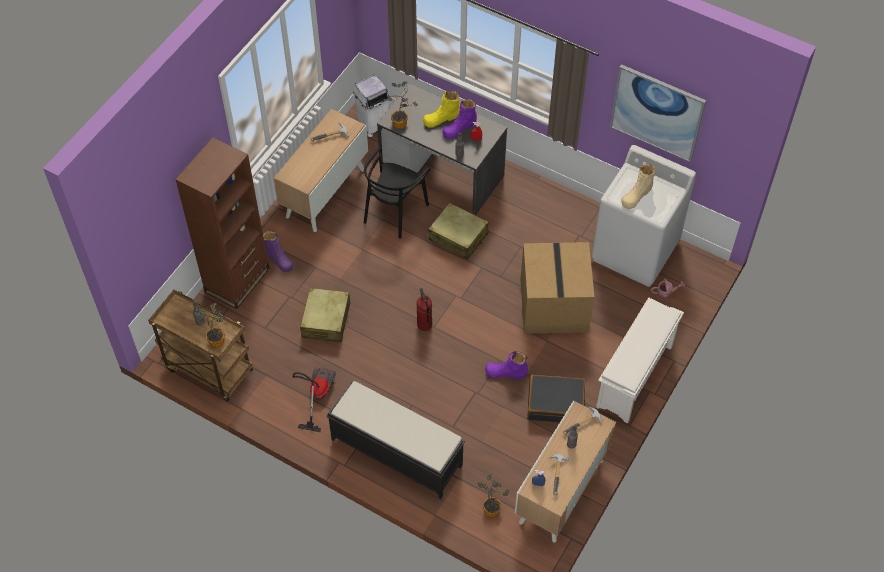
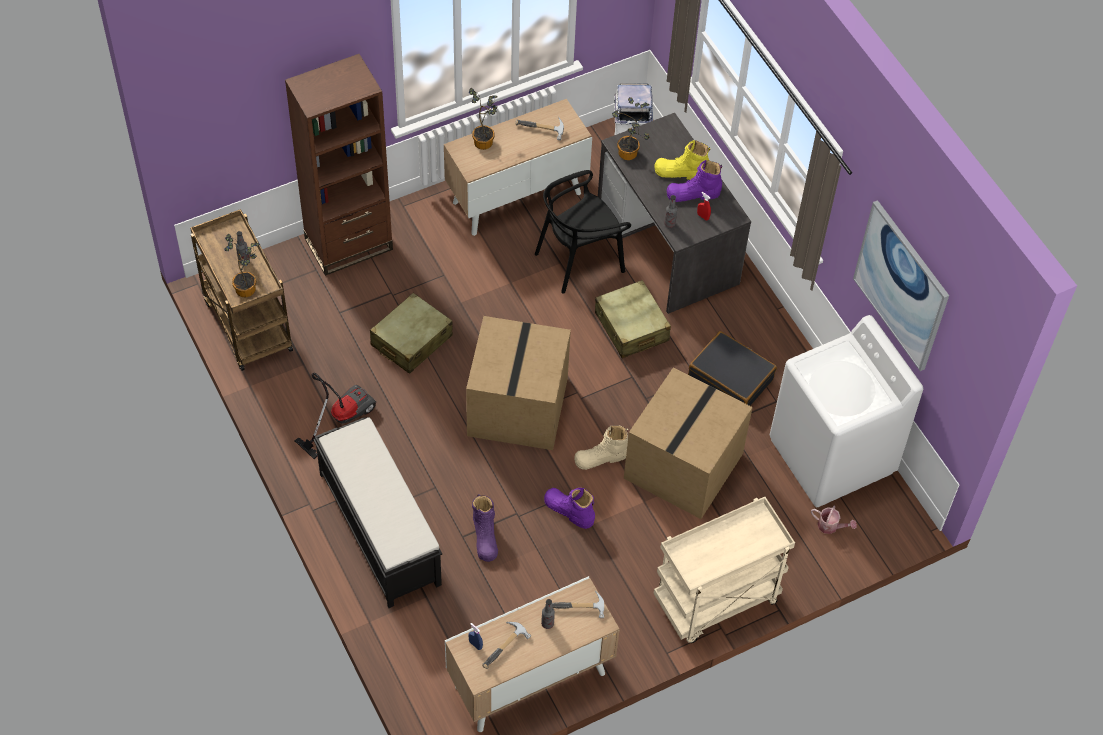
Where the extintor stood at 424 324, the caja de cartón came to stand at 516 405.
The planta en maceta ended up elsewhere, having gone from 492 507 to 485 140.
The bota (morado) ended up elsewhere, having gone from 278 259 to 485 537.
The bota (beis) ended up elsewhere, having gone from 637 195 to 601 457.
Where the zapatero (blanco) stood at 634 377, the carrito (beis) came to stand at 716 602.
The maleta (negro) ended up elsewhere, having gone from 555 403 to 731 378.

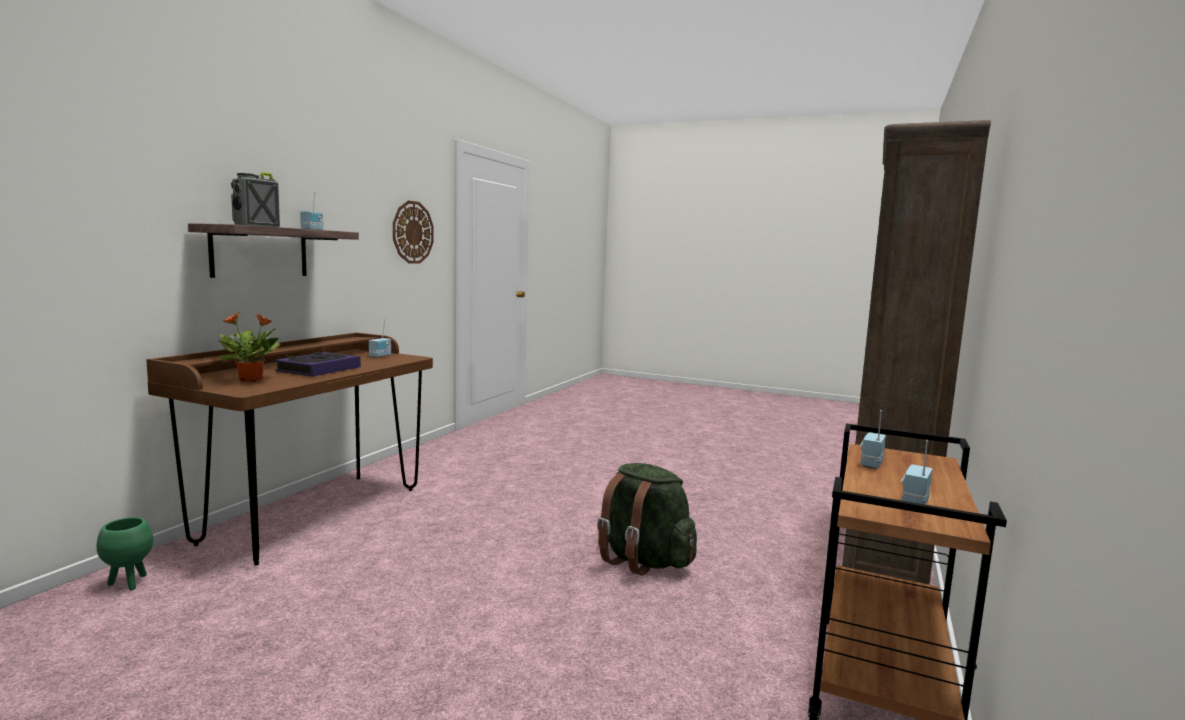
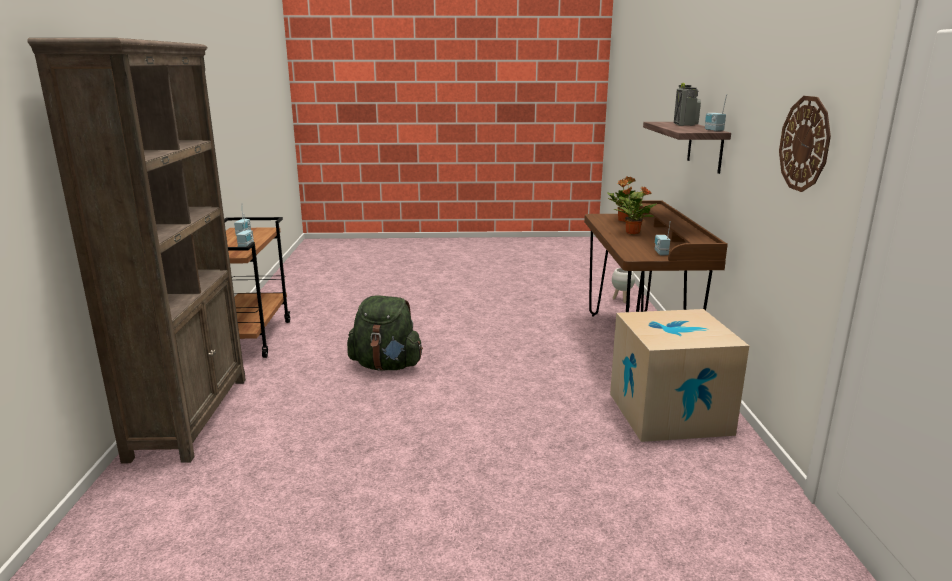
The second view gained the caja de cartón at 669 413.
What was the maceta (verde) at 128 583 turned into the maceta (blanco) at 621 300.
Where the libro stood at 319 369, the planta en maceta came to stand at 632 232.

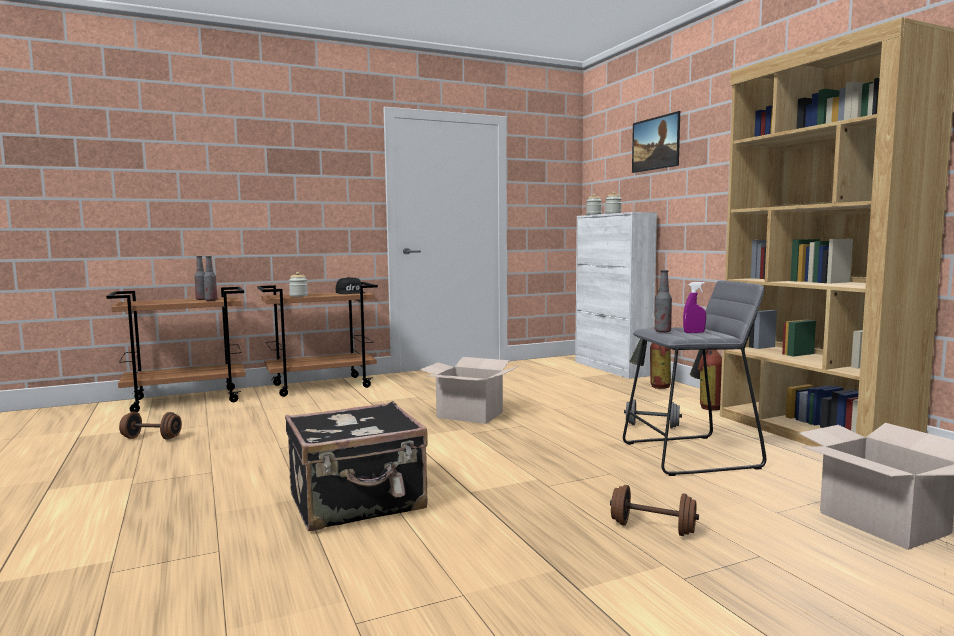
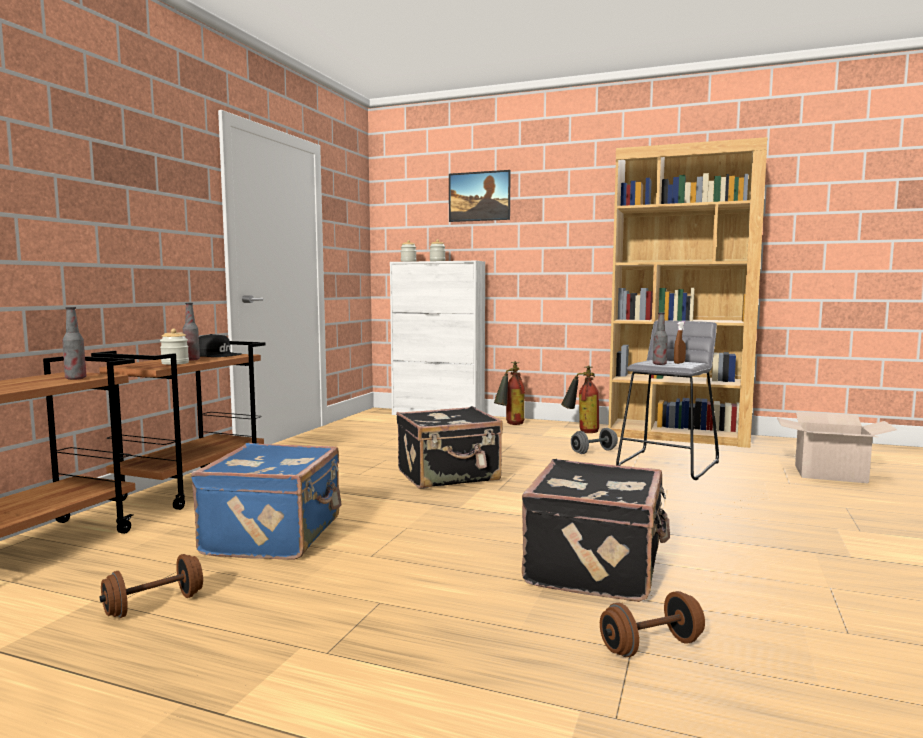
The botella ended up elsewhere, having gone from 202 299 to 192 360.
The second view gained the maleta (azul) at 276 536.
Where the caja de cartón stood at 470 415, the maleta (negro) came to stand at 449 476.
The mancuerna (marrón) ended up elsewhere, having gone from 652 528 to 651 646.
What was the pulverizador (morado) at 694 333 turned into the pulverizador (marrón) at 679 363.

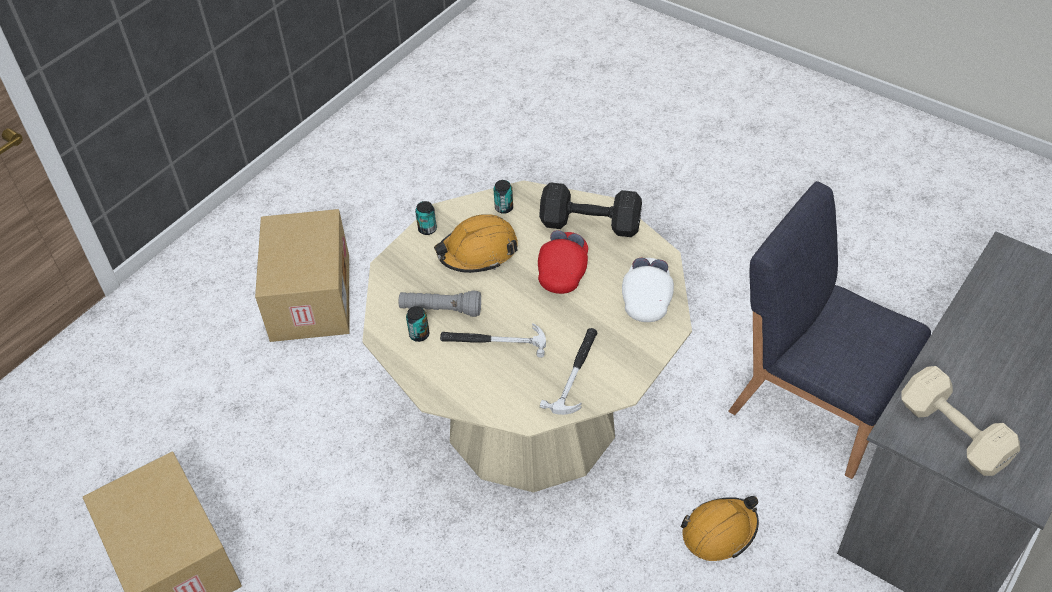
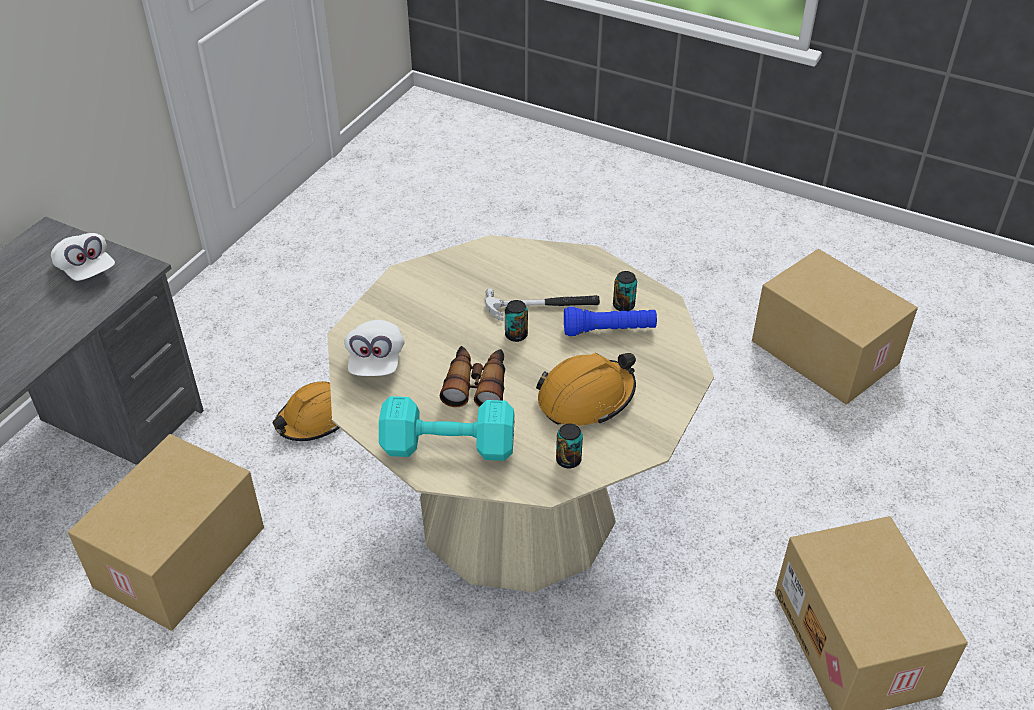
Where the mancuerna (beis) stood at 954 436, the gorra (blanco) came to stand at 86 270.
Where the silla (azul) stood at 814 402, the caja de cartón came to stand at 181 558.
What was the mancuerna (negro) at 592 225 turned into the mancuerna (turquesa) at 445 445.
Where the gorra (rojo) stood at 563 271, the prismáticos came to stand at 476 384.
The lata ended up elsewhere, having gone from 427 229 to 516 335.
What was the linterna (gris) at 440 310 turned into the linterna (azul) at 609 330.
The second view lost the martillo at 576 373.

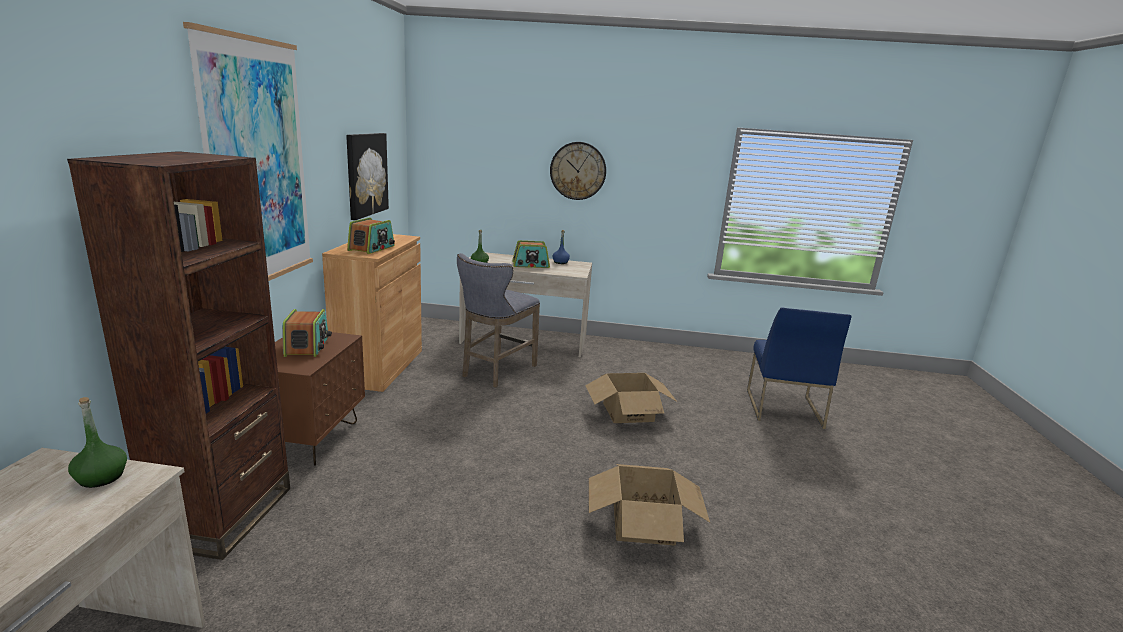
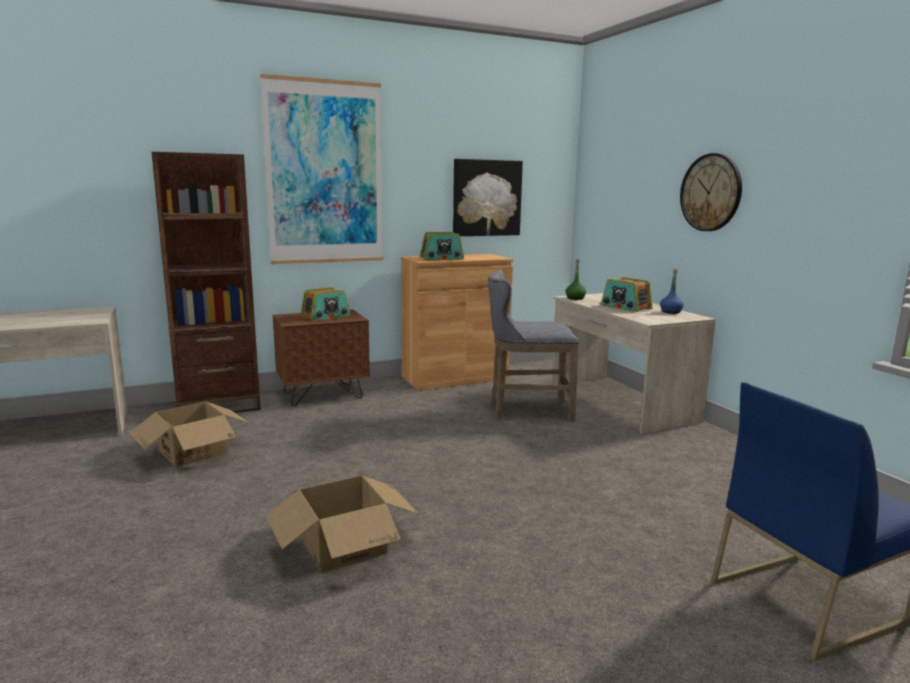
The caja de cartón ended up elsewhere, having gone from 628 412 to 193 451.
The second view lost the botella (verde) at 101 477.

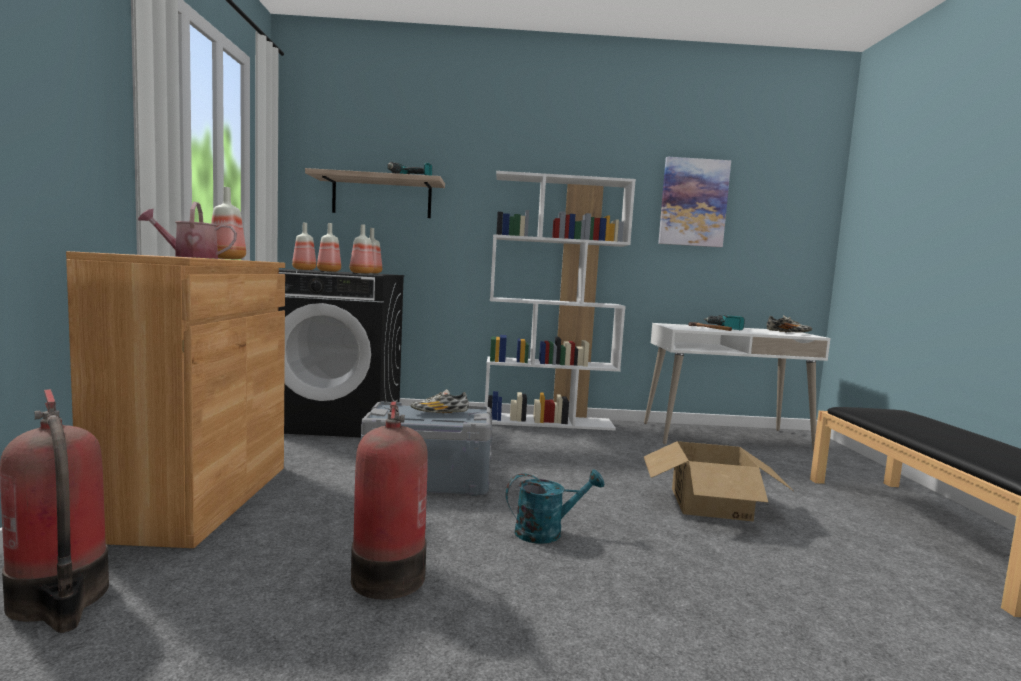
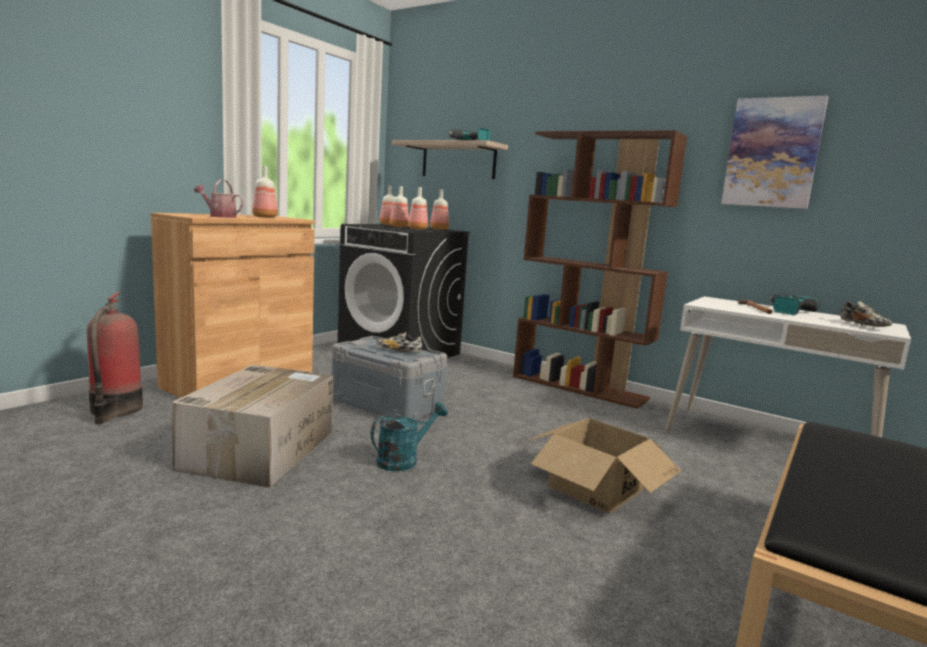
Where the extintor stood at 388 574, the caja de cartón came to stand at 260 449.
The regadera (turquesa) at 547 532 ended up facing another way, 60 degrees counterclockwise from before.
What was the estantería (blanco) at 548 422 turned into the estantería (marrón) at 579 387.

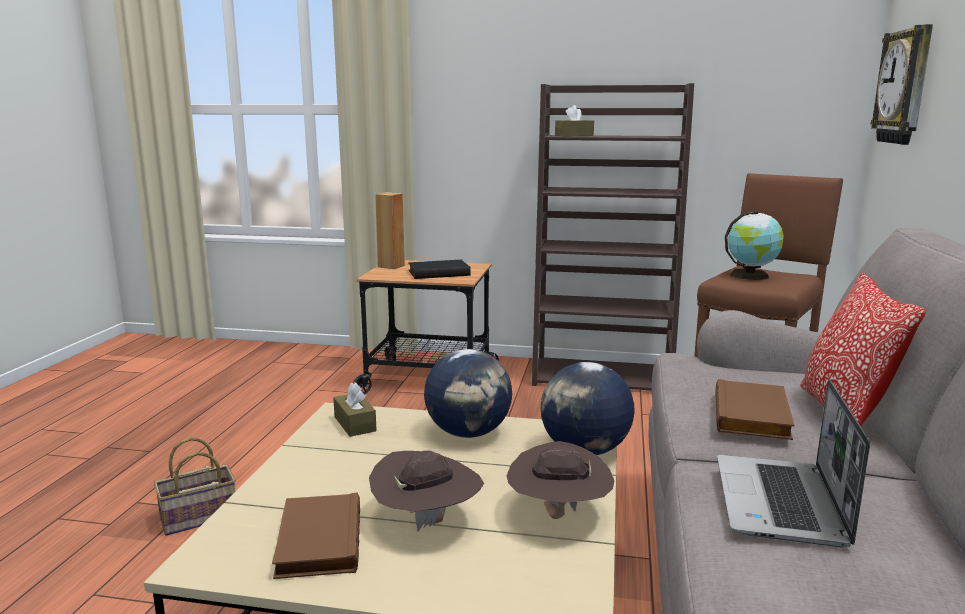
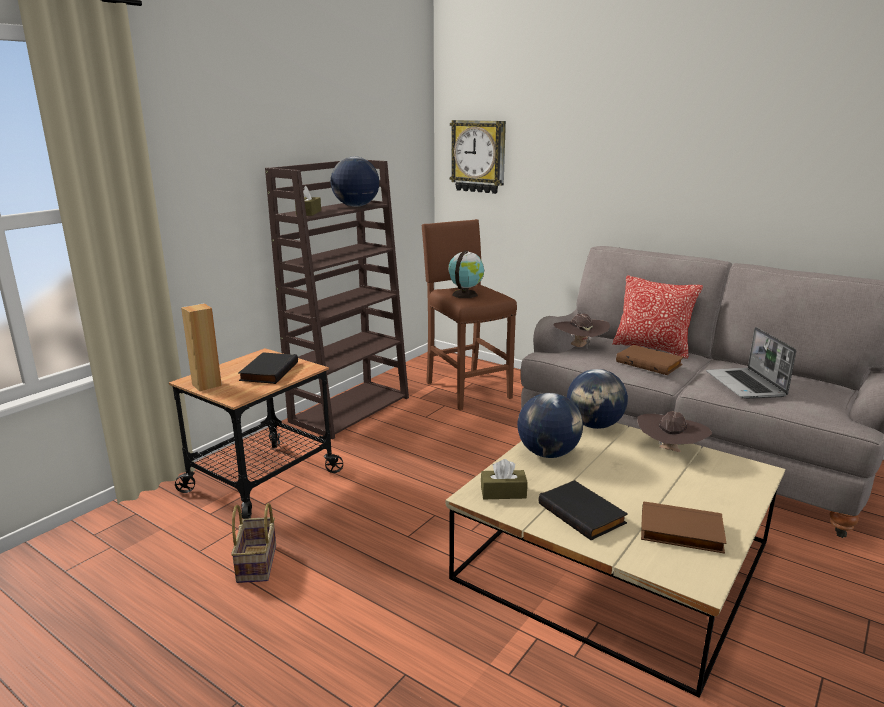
The cesta ended up elsewhere, having gone from 197 519 to 258 564.
The second view gained the globo terráqueo at 355 206.
The second view gained the libro (negro) at 583 513.
The sombrero (marrón) ended up elsewhere, having gone from 427 521 to 579 347.
The portátil at 781 503 ended up facing another way, 45 degrees clockwise from before.

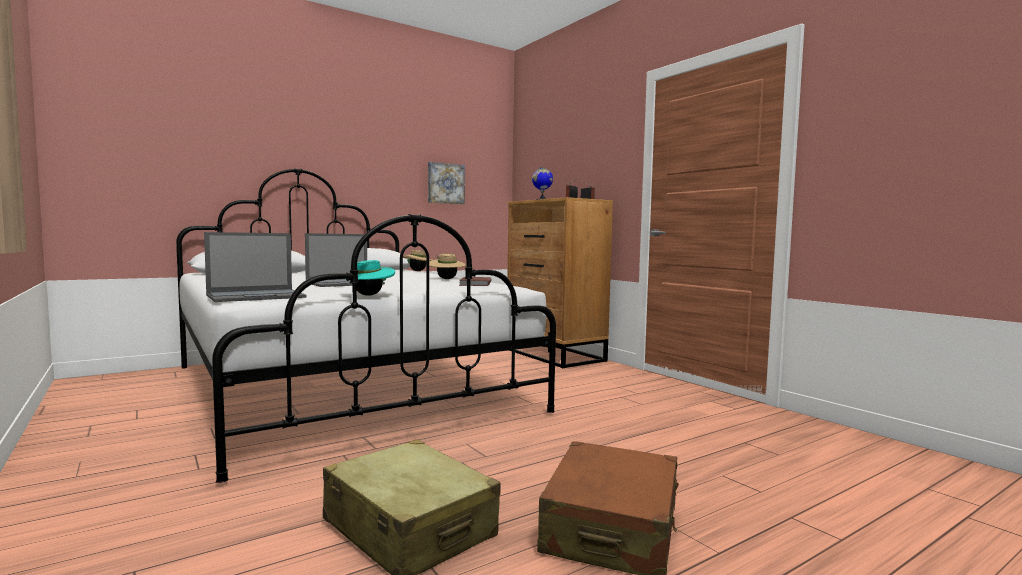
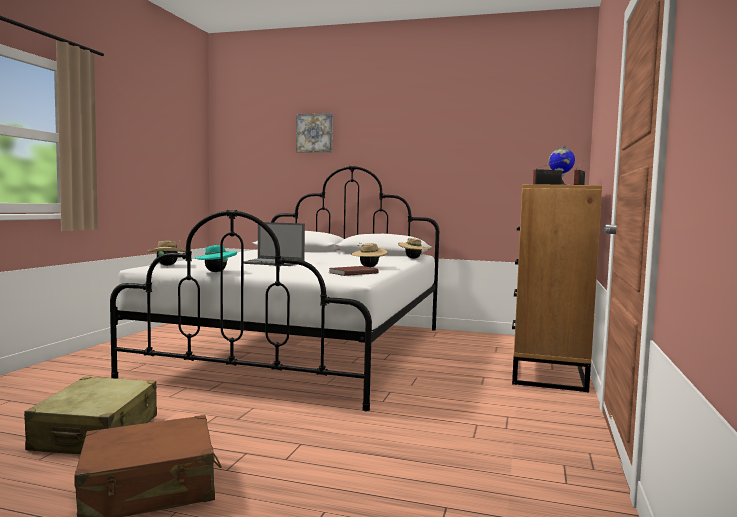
Where the portátil stood at 257 296, the sombrero (beis) came to stand at 168 265.
The cuadro ended up elsewhere, having gone from 445 183 to 315 133.

